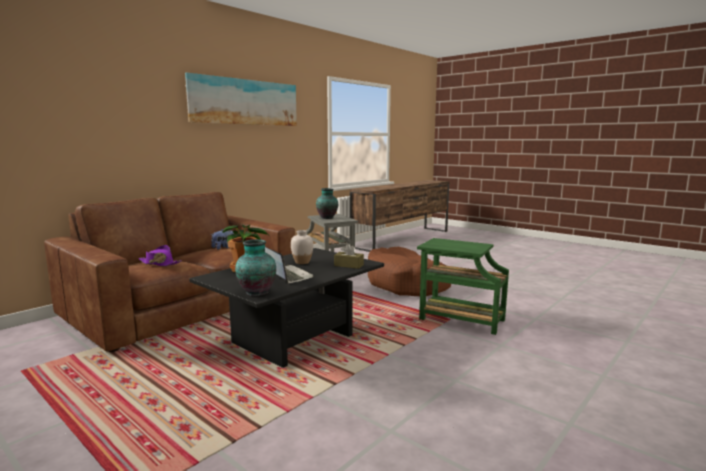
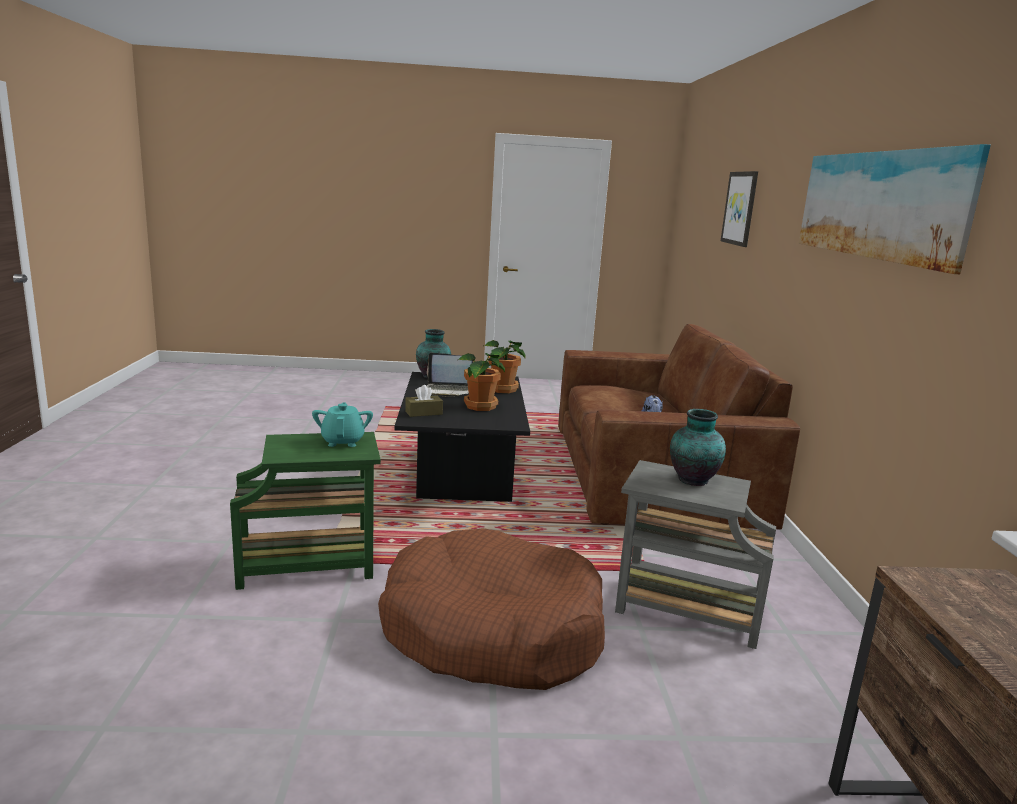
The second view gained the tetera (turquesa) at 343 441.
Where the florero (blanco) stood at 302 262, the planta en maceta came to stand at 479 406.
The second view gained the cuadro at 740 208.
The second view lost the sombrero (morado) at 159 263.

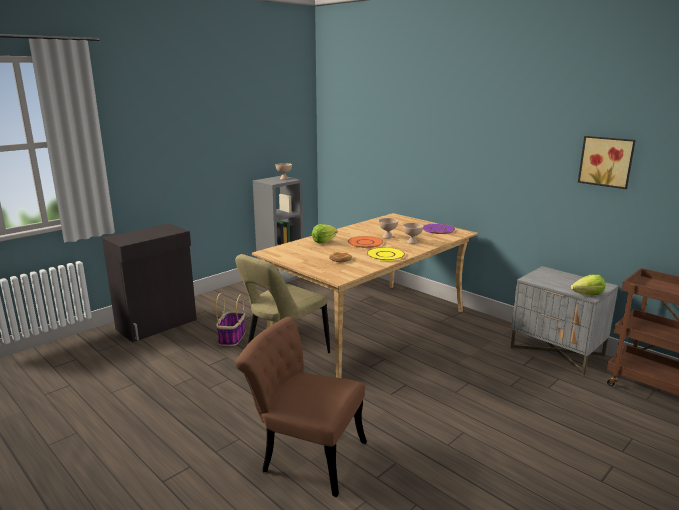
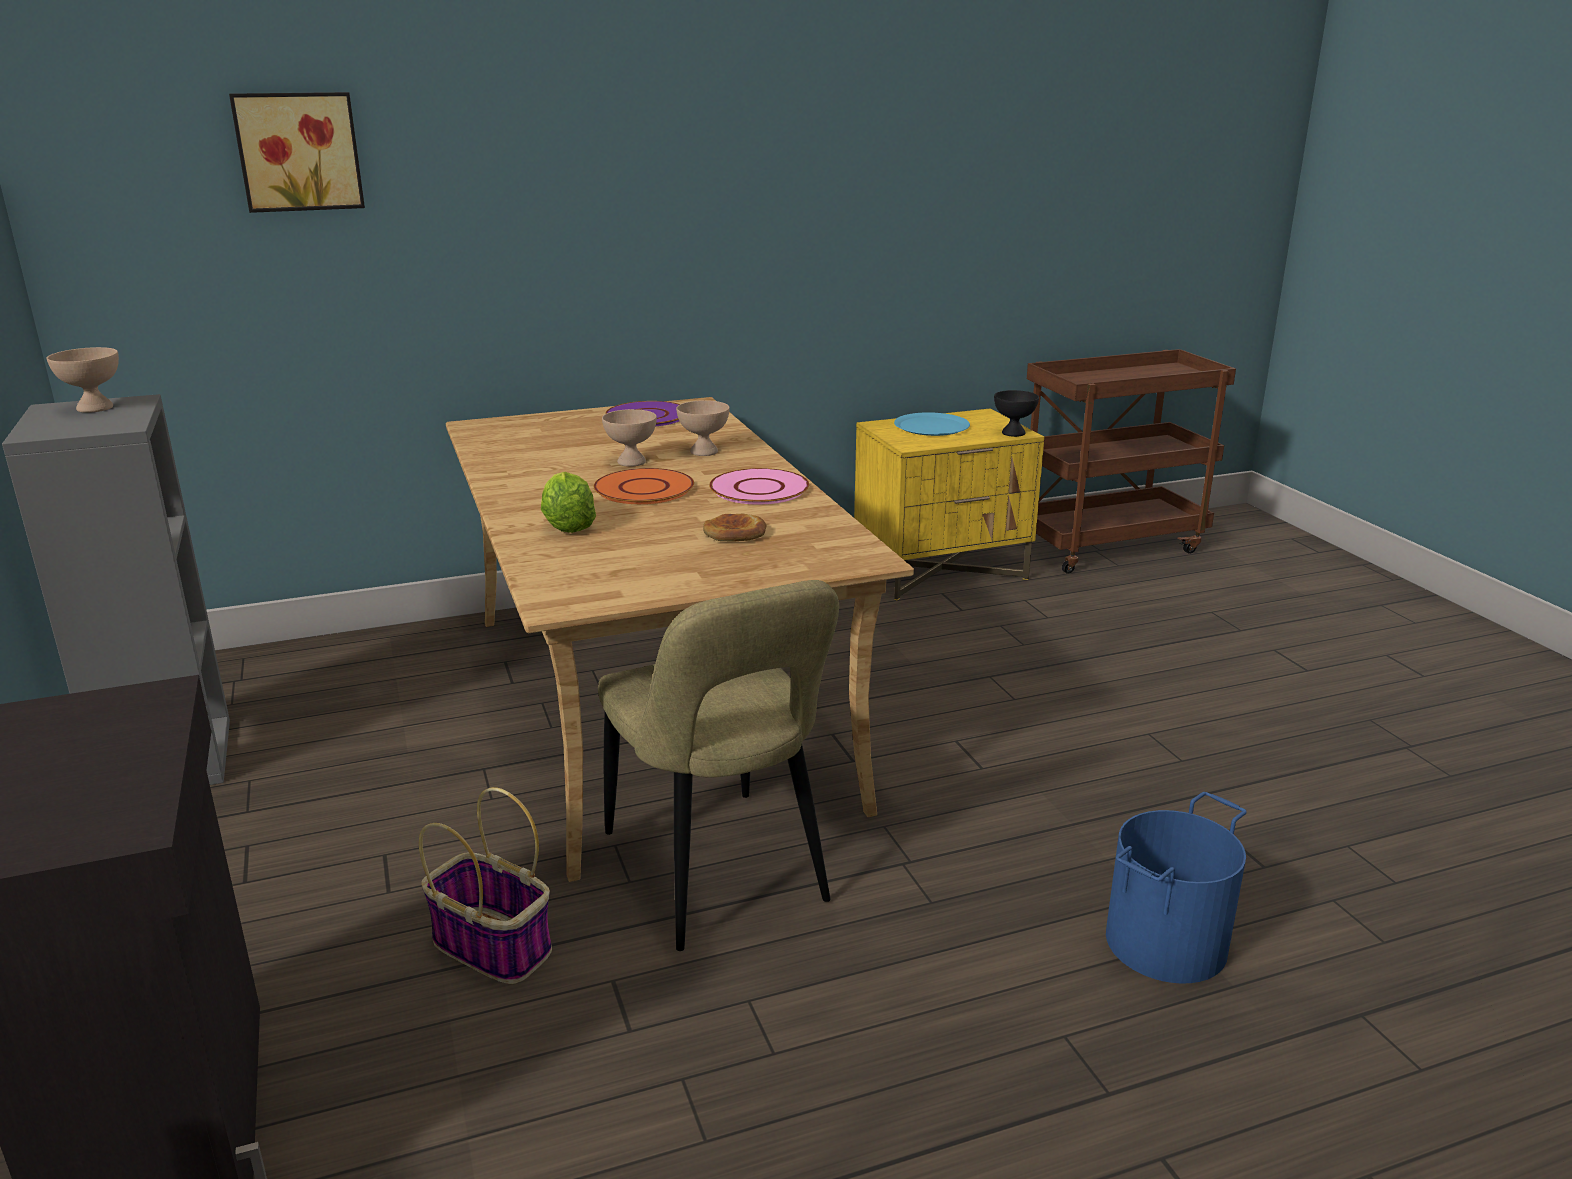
The cuadro ended up elsewhere, having gone from 606 161 to 299 151.
What was the plato (amarillo) at 385 255 turned into the plato (rosa) at 759 488.
What was the mesita de noche (gris) at 557 352 turned into the mesita de noche (amarillo) at 941 570.
The second view gained the plato (azul) at 931 426.
Where the lechuga stood at 588 295, the cuenco (negro) came to stand at 1014 433.
Where the silla (marrón) stood at 304 454, the cubo (azul) came to stand at 1164 941.

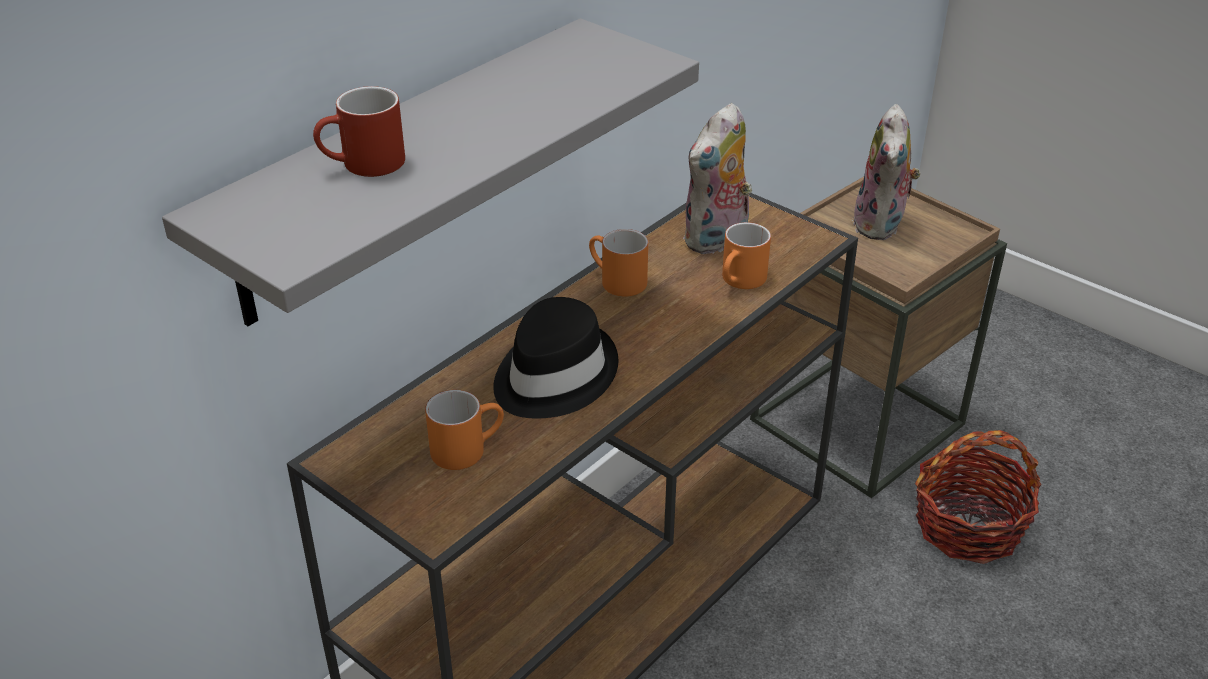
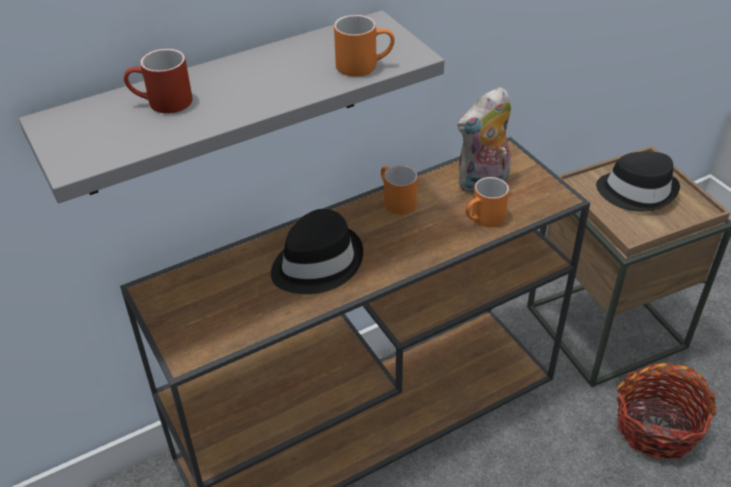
The taza grande (naranja) ended up elsewhere, having gone from 467 448 to 364 65.
Where the peluche stood at 881 225, the sombrero (negro) came to stand at 637 191.

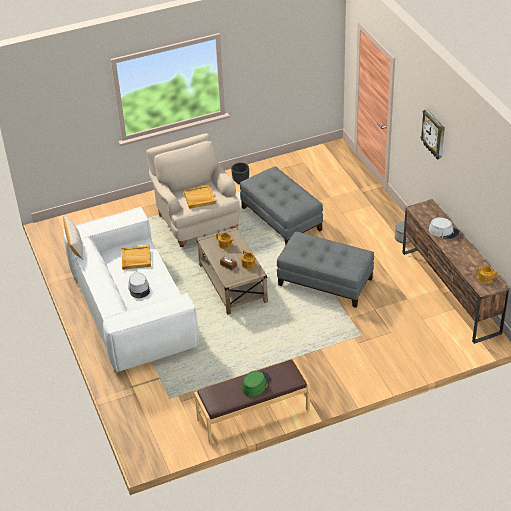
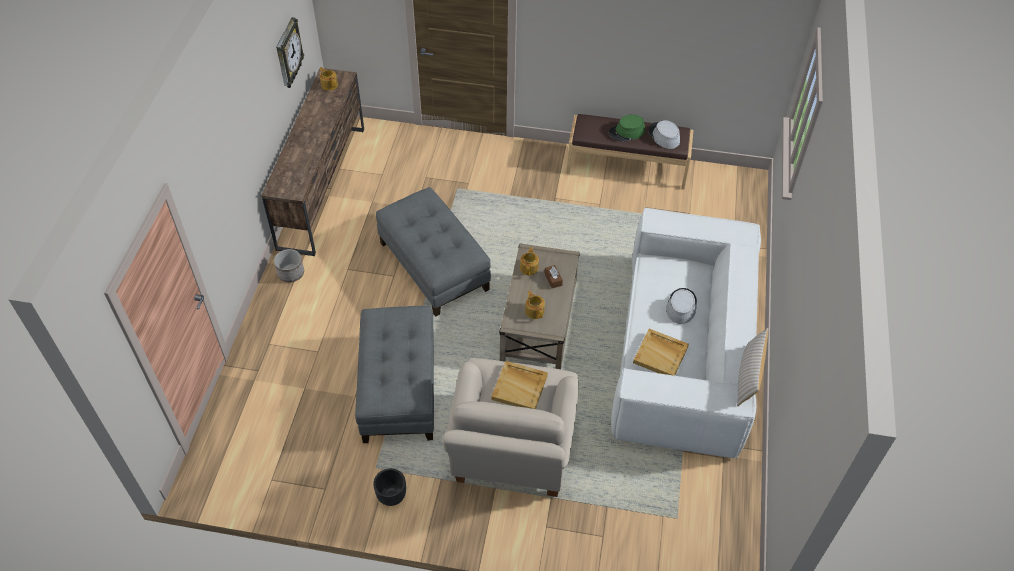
The reloj de pared ended up elsewhere, having gone from 434 134 to 288 54.
The sombrero (gris) ended up elsewhere, having gone from 443 231 to 663 136.

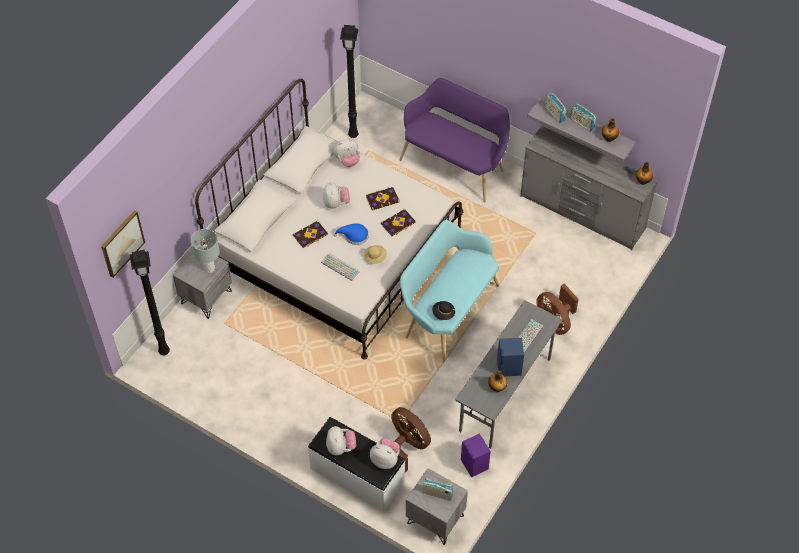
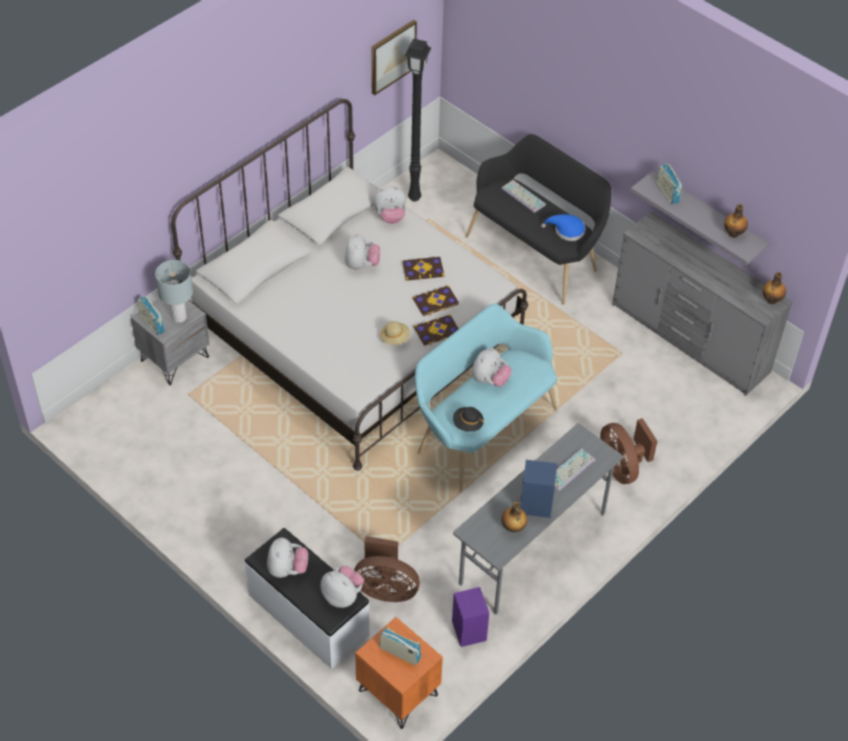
The radio ended up elsewhere, having gone from 582 123 to 152 323.
The ventilador (marrón) at 407 445 ended up facing another way, 135 degrees clockwise from before.
What was the mesita de noche (gris) at 435 519 turned into the mesita de noche (naranja) at 397 693.
The cuadro ended up elsewhere, having gone from 122 243 to 392 56.
The libro ended up elsewhere, having gone from 310 235 to 437 331.
What was the banco (morado) at 455 164 turned into the banco (negro) at 536 252.
The second view gained the peluche at 489 380.
The teclado ended up elsewhere, having gone from 339 267 to 522 196.
The sombrero (azul) ended up elsewhere, having gone from 354 236 to 566 231.
The second view lost the lámpara de pie (negro) at 163 351.

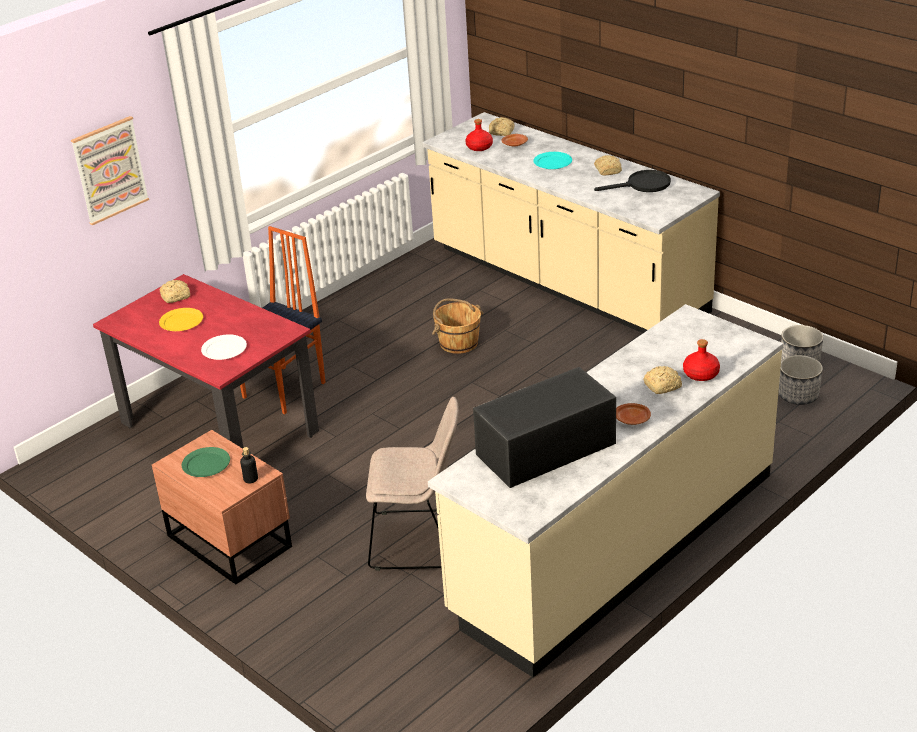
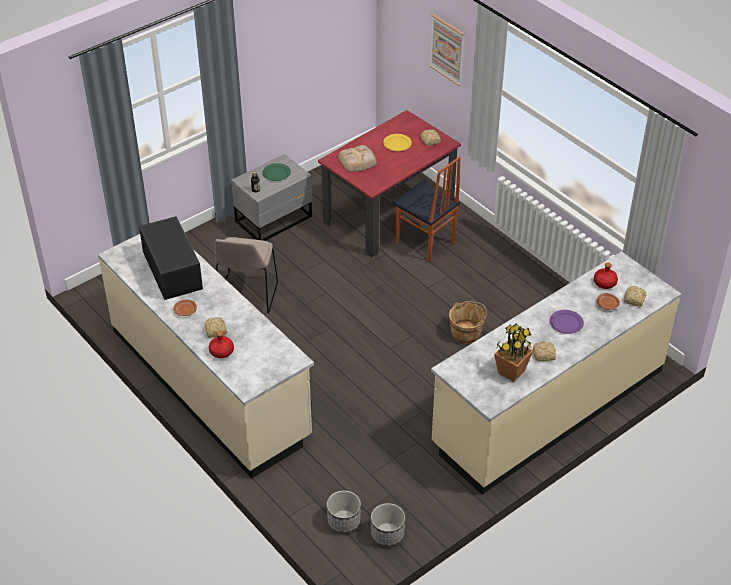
What was the mesita de noche (marrón) at 230 539 turned into the mesita de noche (gris) at 275 219.
Where the plato (blanco) stood at 224 349, the pan came to stand at 358 161.
Where the sartén (negro) stood at 642 185, the planta en maceta came to stand at 511 371.
What was the plato (turquesa) at 552 162 turned into the plato (morado) at 566 323.

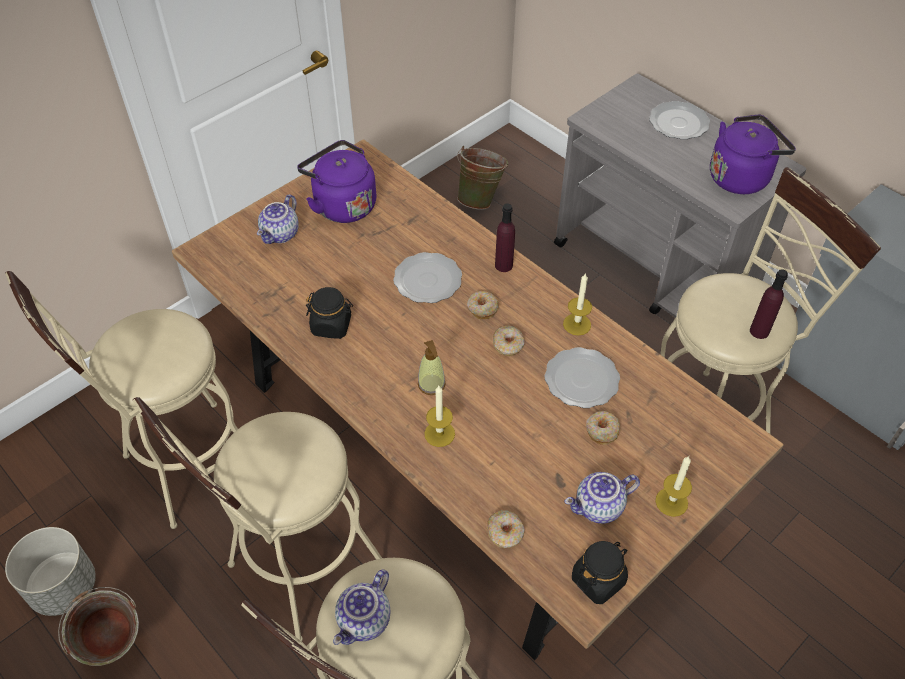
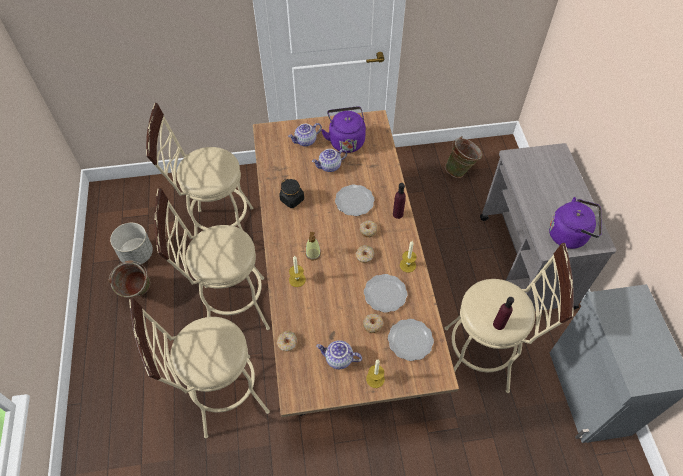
The tetera ended up elsewhere, having gone from 365 621 to 330 166.
The plato ended up elsewhere, having gone from 679 123 to 411 341.
The second view lost the tarro (negro) at 598 580.

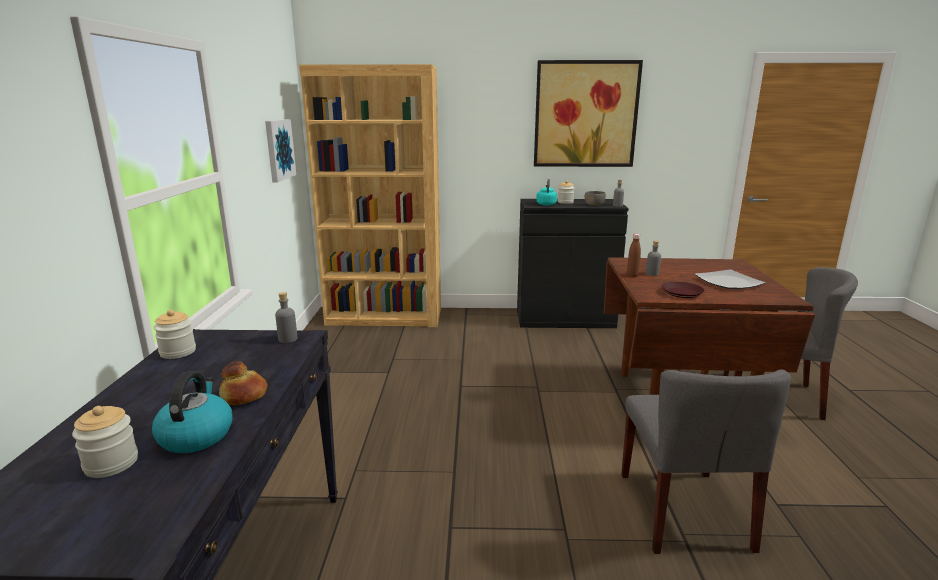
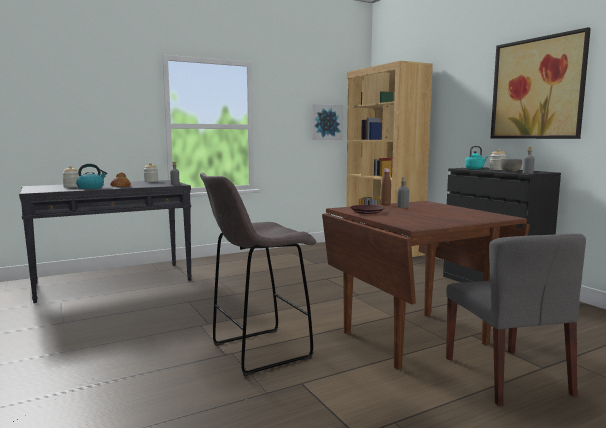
Where the silla (gris) stood at 684 511, the taburete (gris) came to stand at 258 351.
The second view lost the plato at 727 282.

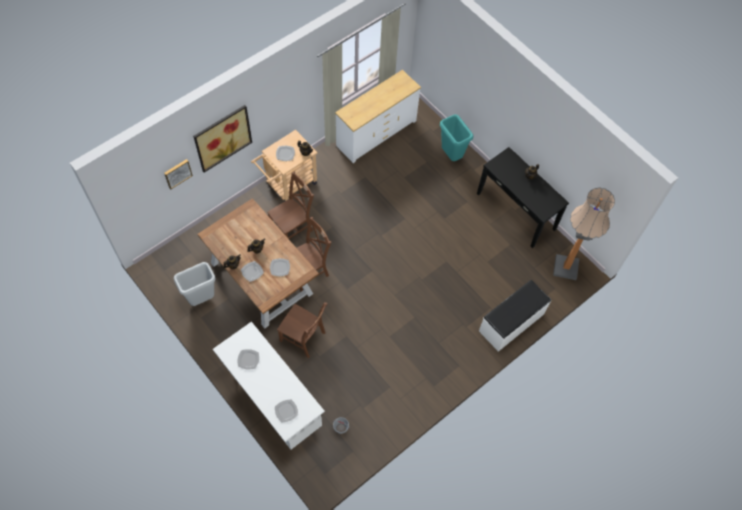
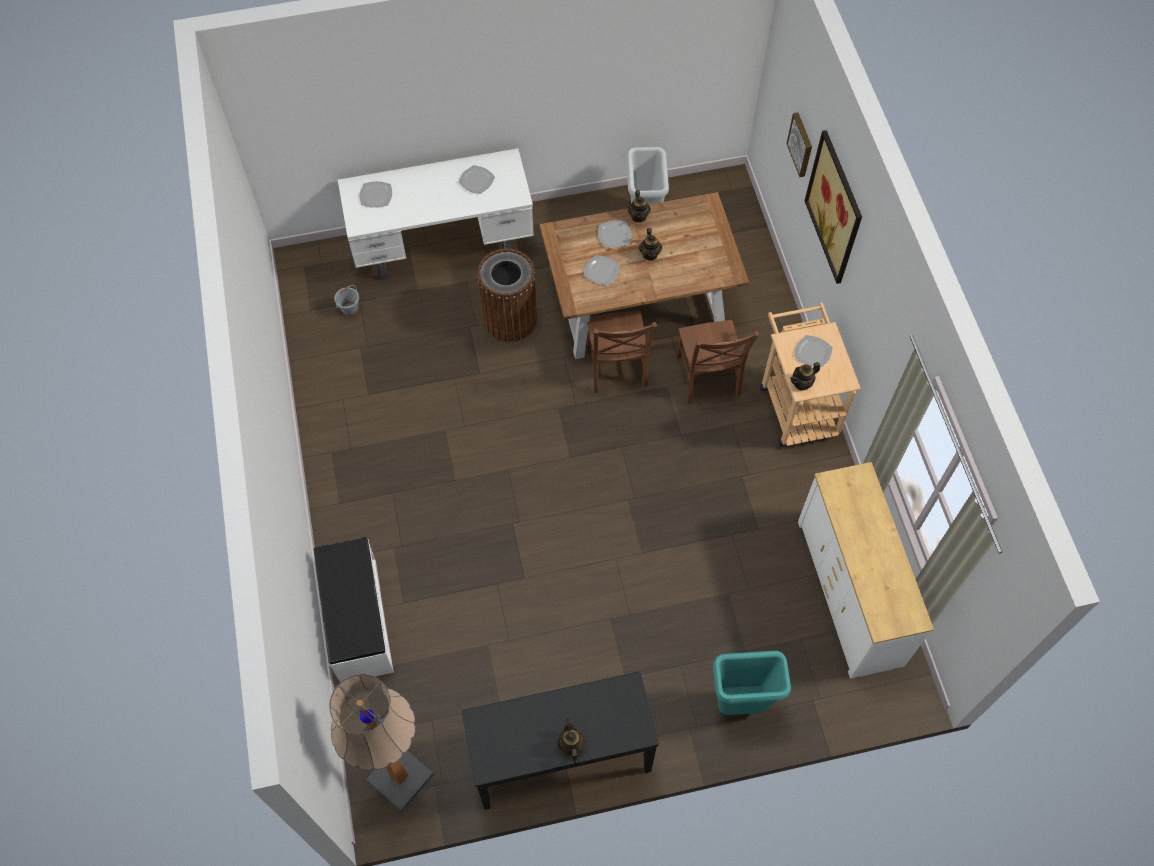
Where the silla (marrón) stood at 304 338, the papelera (marrón) came to stand at 509 319.

